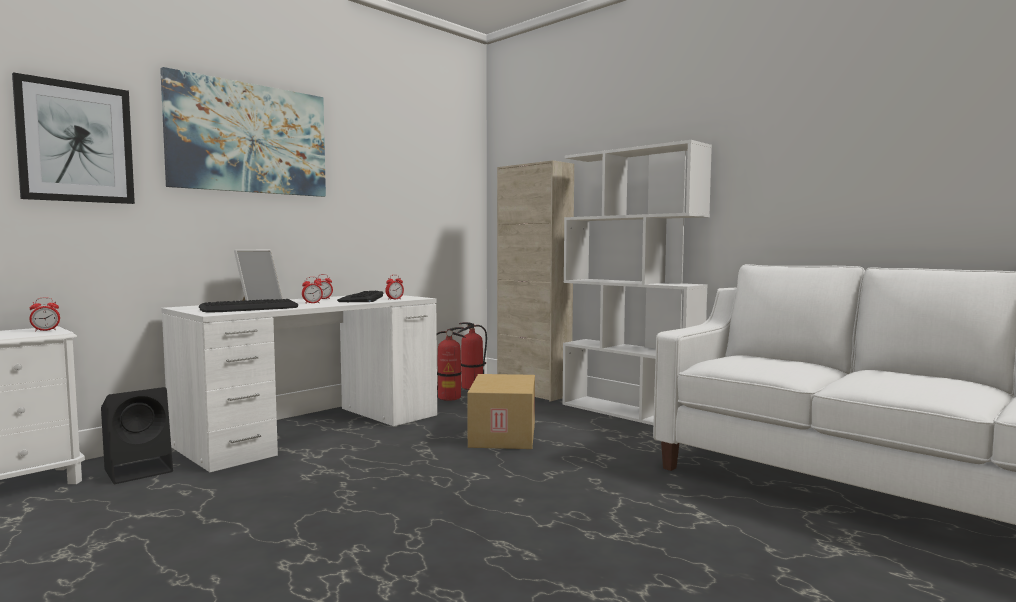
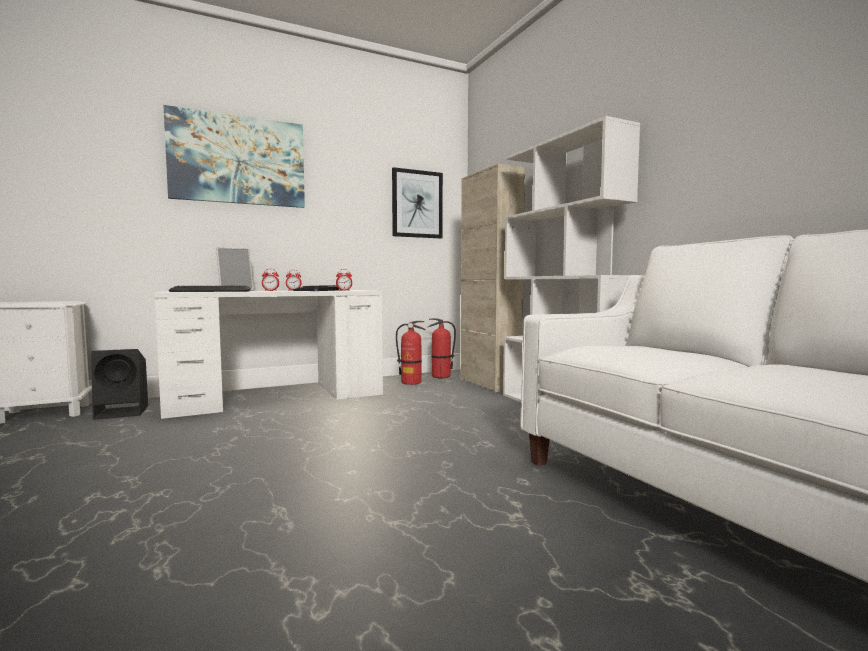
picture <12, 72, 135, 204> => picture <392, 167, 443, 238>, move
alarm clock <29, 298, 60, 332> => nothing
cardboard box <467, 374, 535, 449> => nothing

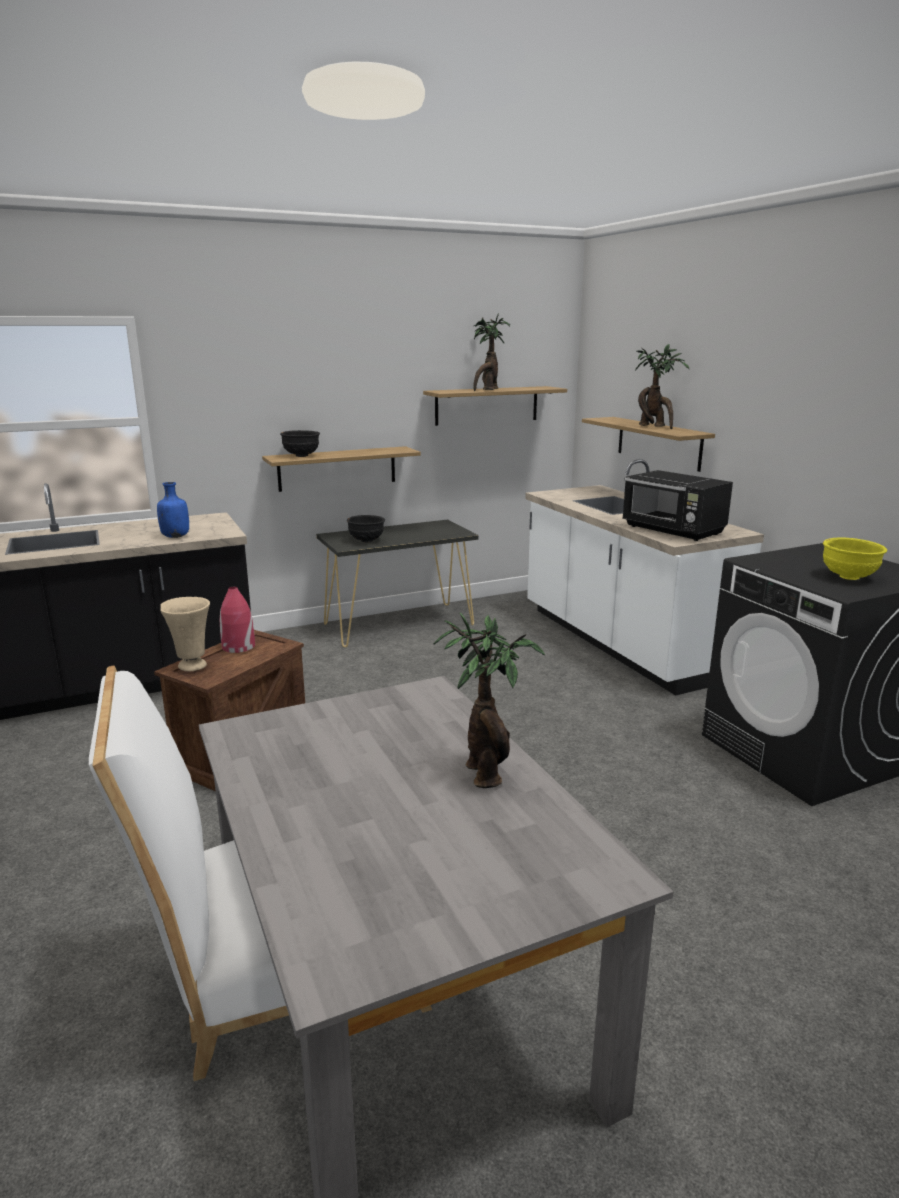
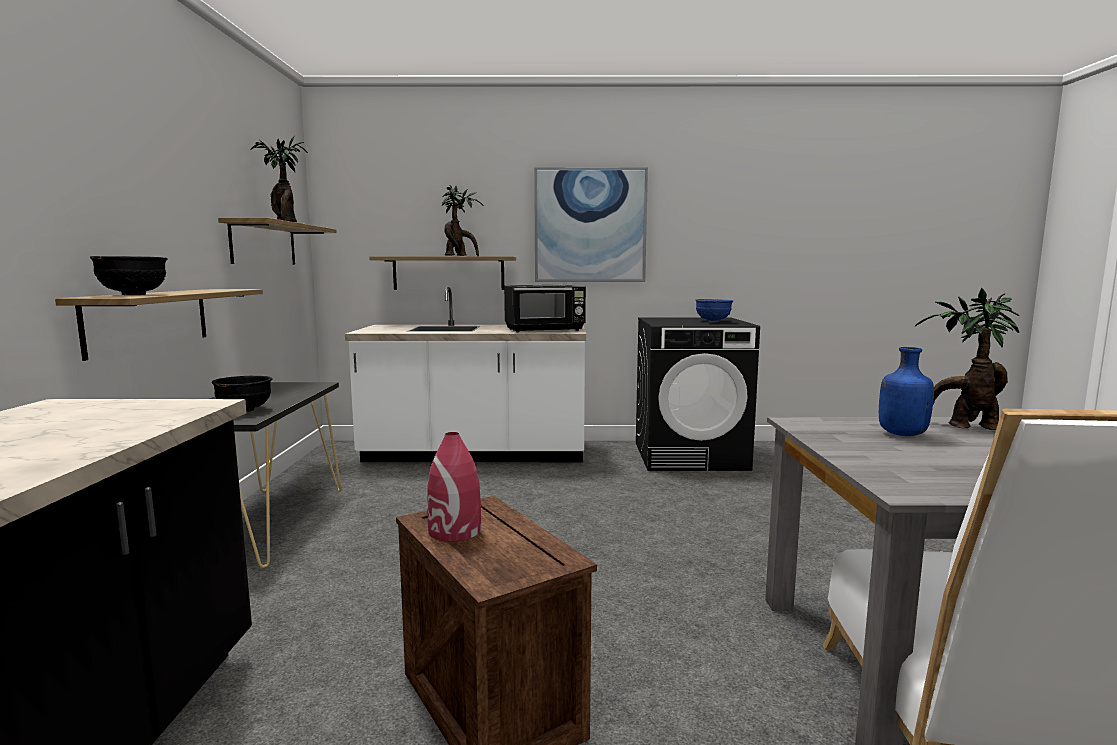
nothing => picture <534, 167, 648, 282>
yellow bowl <823, 537, 887, 580> => blue bowl <695, 299, 733, 322>
blue bottle <157, 482, 189, 538> => blue bottle <879, 347, 934, 436>, move
beige vase <160, 597, 210, 672> => nothing

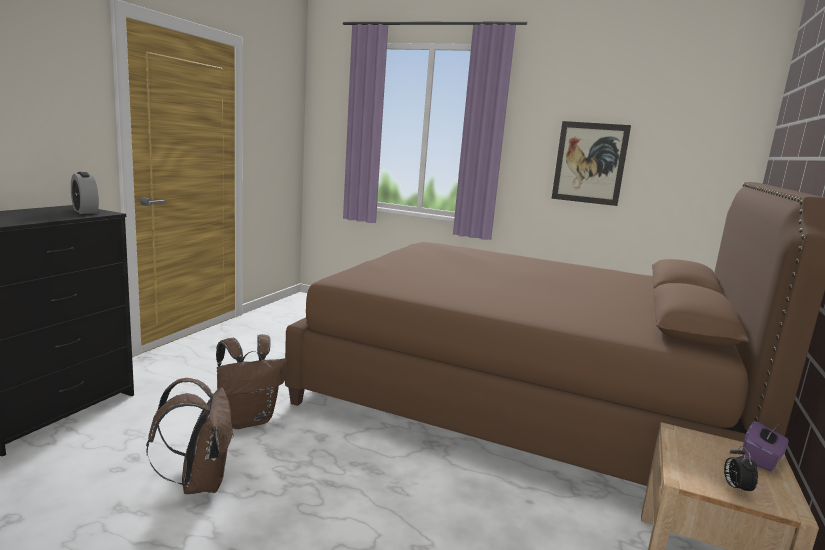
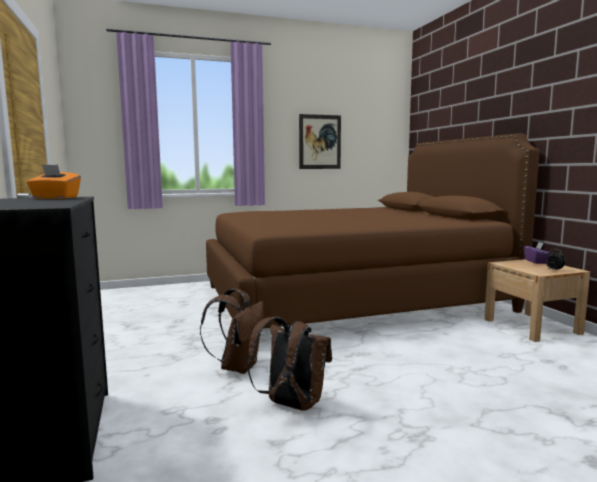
alarm clock <71, 172, 99, 214> => orange tissue box <26, 164, 81, 199>

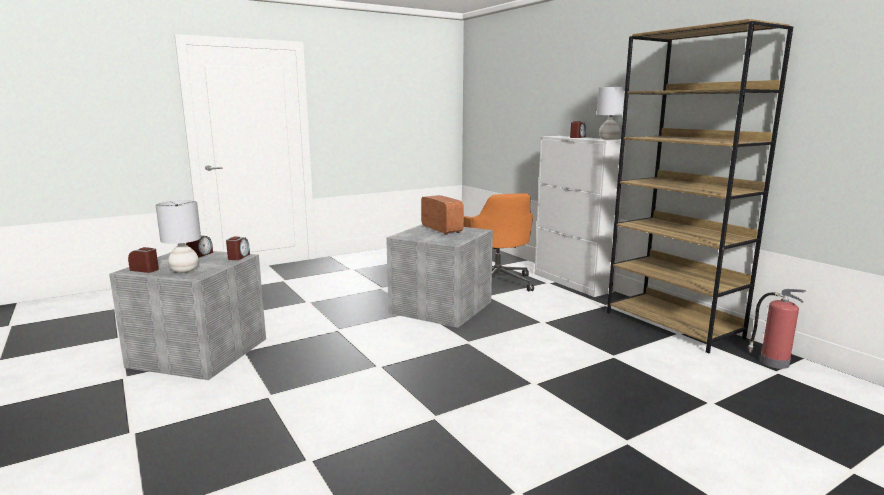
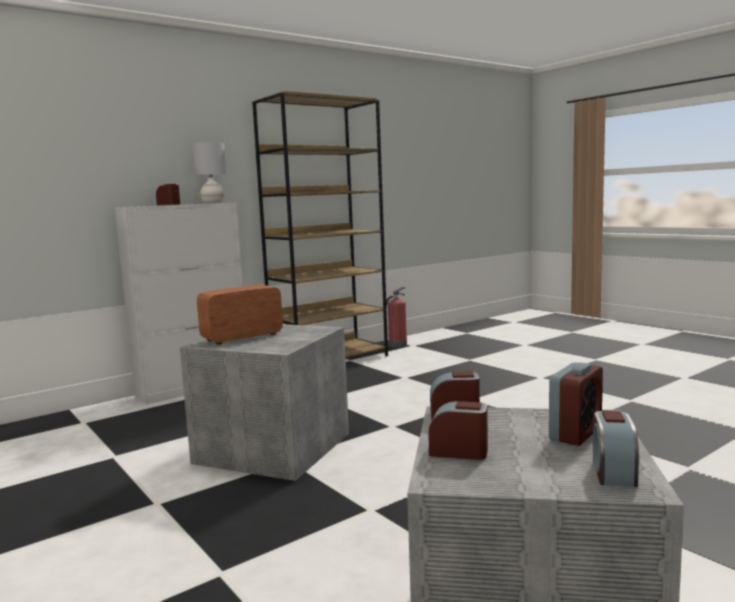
grey table lamp <156, 200, 201, 273> => alarm clock <549, 362, 603, 446>
orange office chair <464, 193, 534, 291> => nothing

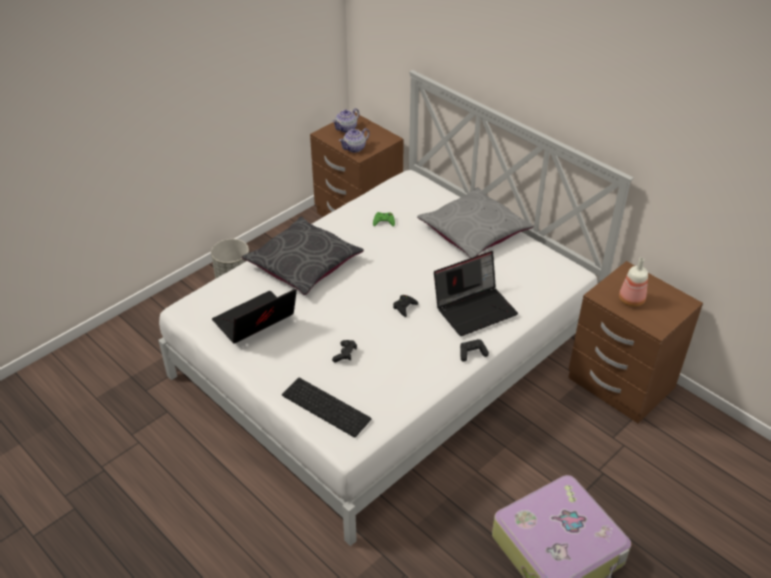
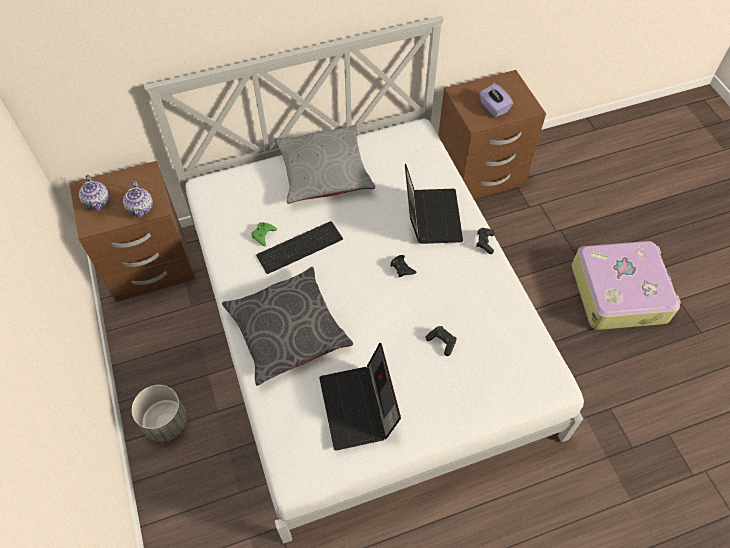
keyboard <282, 378, 371, 438> => keyboard <256, 221, 343, 274>, move
bottle <619, 258, 648, 307> => purple tissue box <479, 83, 513, 118>

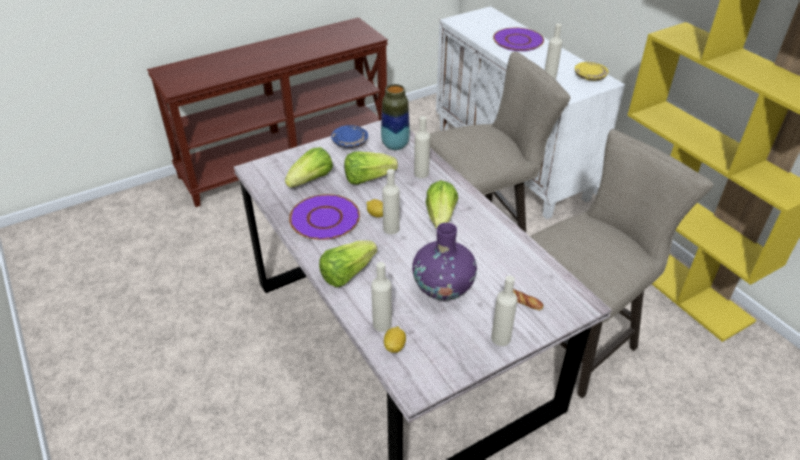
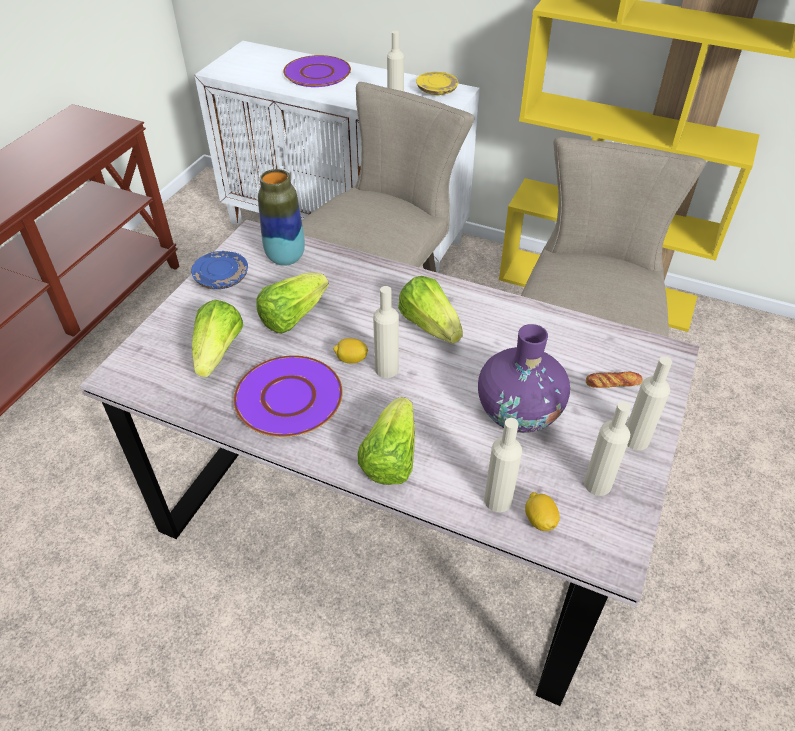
beige bottle <414, 116, 430, 178> => beige bottle <584, 401, 631, 496>, move

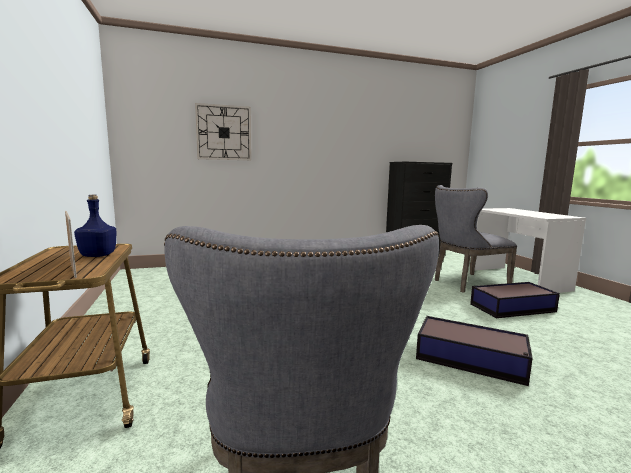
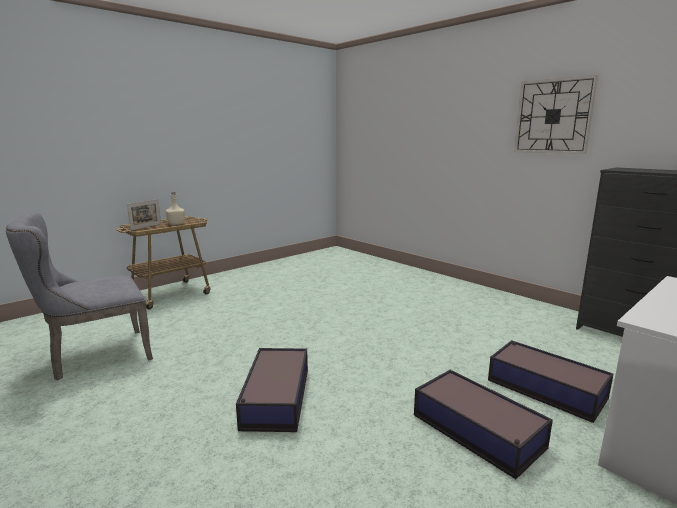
blue bottle <74, 195, 117, 257> => beige bottle <166, 192, 185, 225>
grey chair <435, 185, 517, 293> => storage box <488, 340, 613, 423>
wall clock <195, 103, 251, 160> => wall clock <514, 75, 598, 154>, move

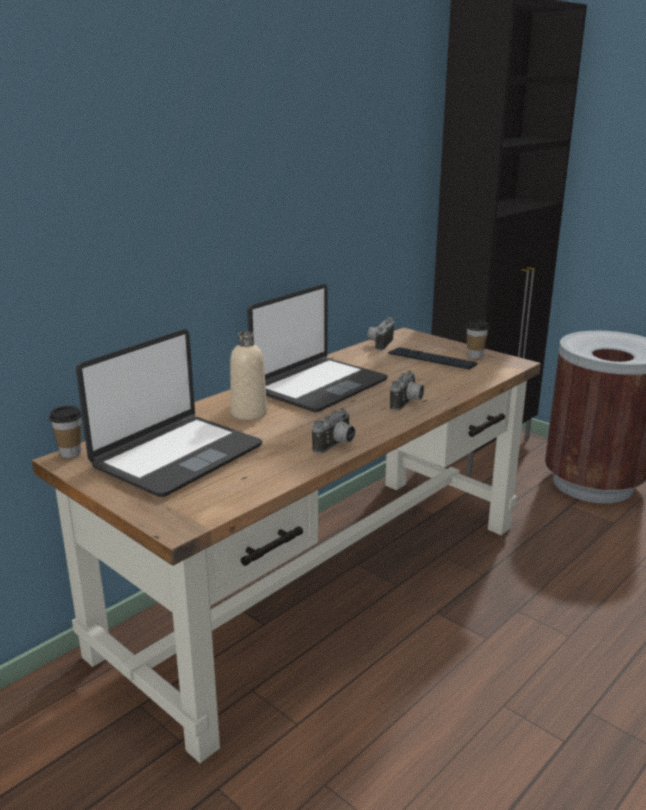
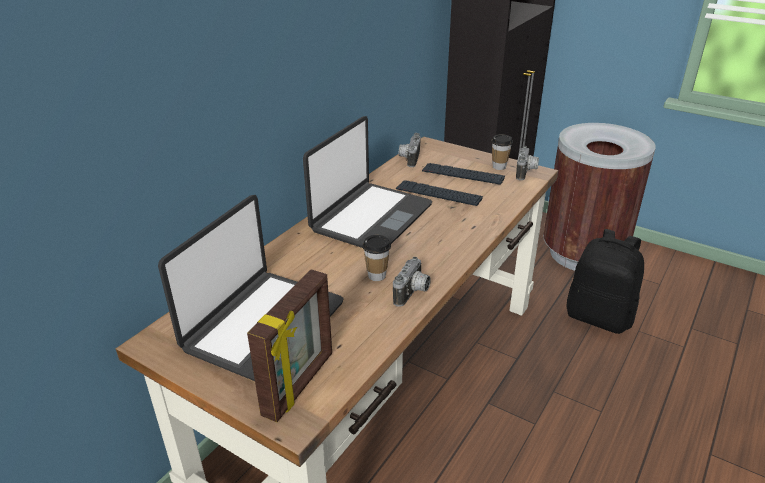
nothing => picture frame <247, 269, 332, 422>
cup <49, 406, 82, 458> => cup <362, 235, 391, 281>, move
nothing => keyboard <396, 180, 483, 206>
photo camera <390, 371, 424, 411> => photo camera <516, 146, 539, 180>, move
nothing => black backpack <566, 229, 644, 334>
beige bottle <230, 332, 267, 420> => nothing

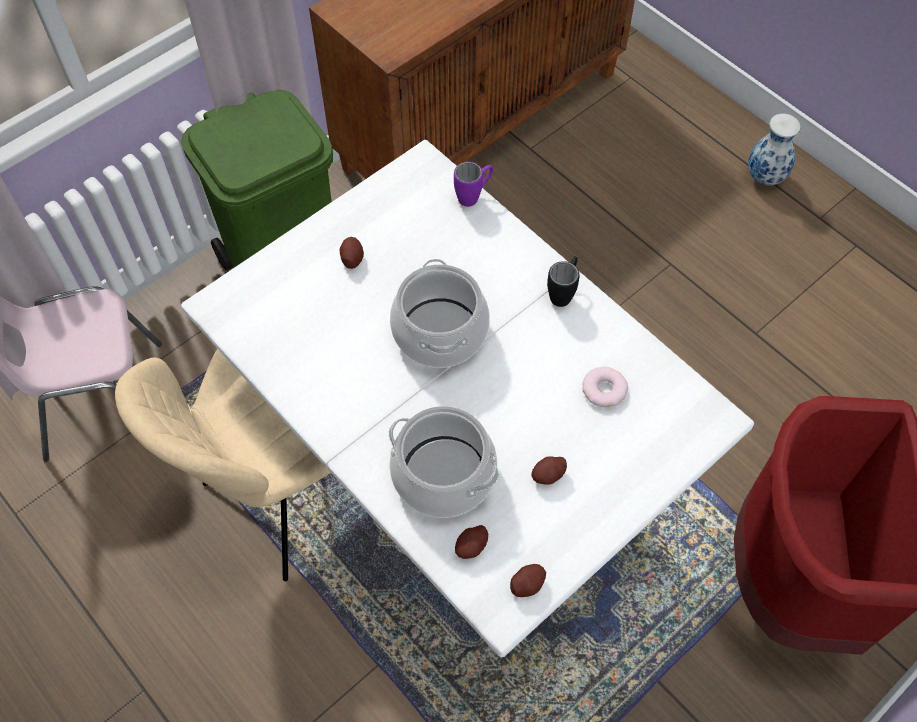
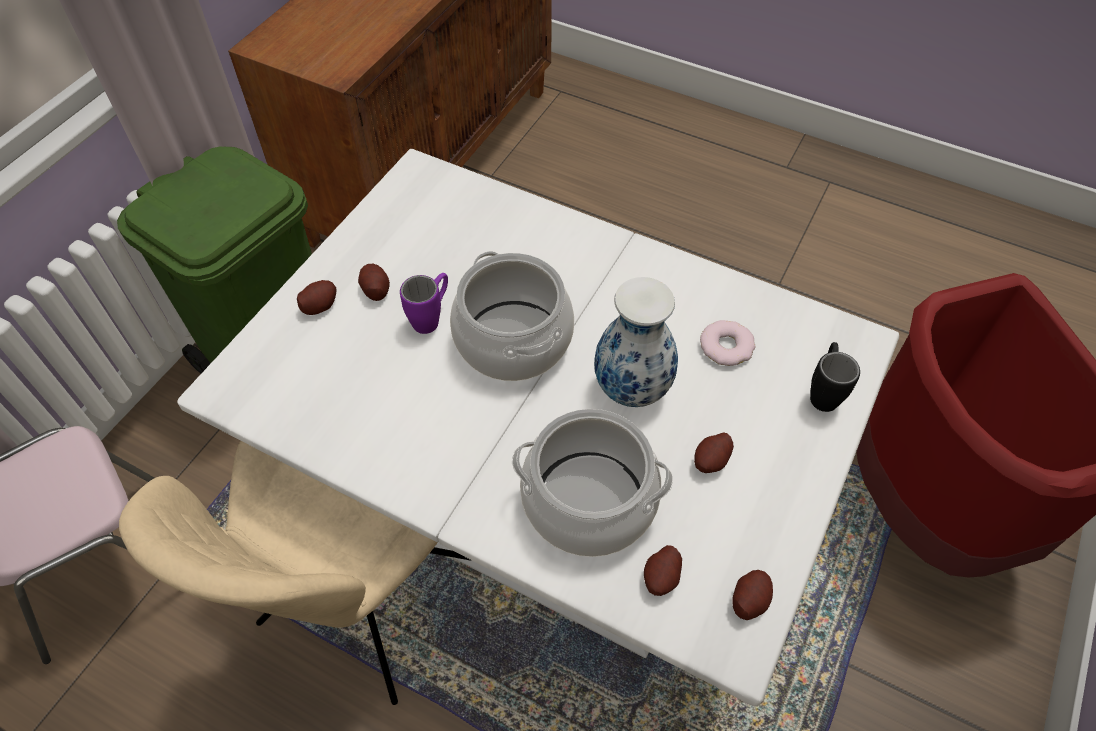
nothing => potato <297, 280, 337, 315>
purple mug <454, 162, 493, 207> => purple mug <400, 273, 448, 334>, move
vase <748, 114, 800, 185> => vase <594, 277, 678, 407>, move
black mug <547, 256, 579, 307> => black mug <810, 342, 860, 412>, move

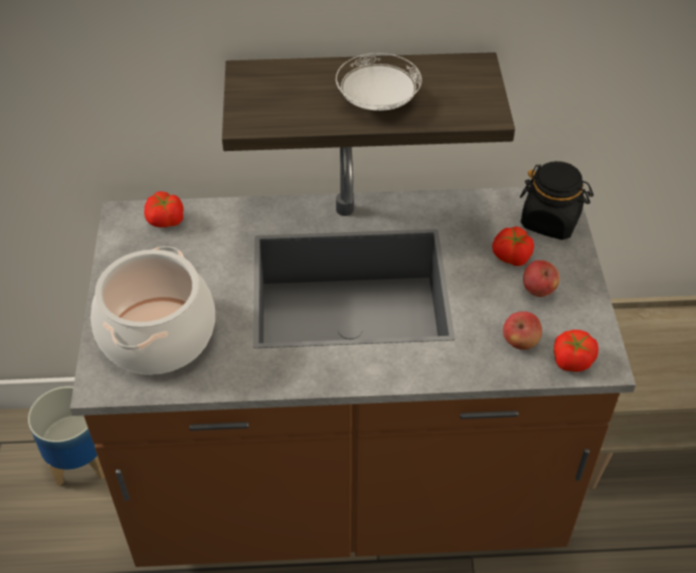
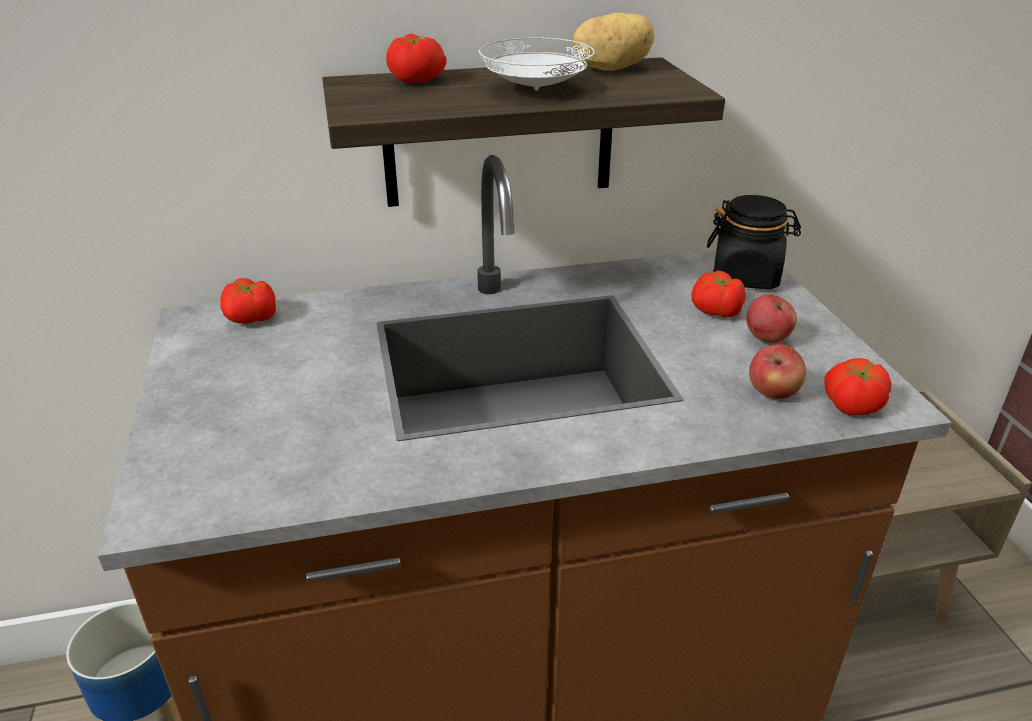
nothing => tomato <386, 34, 447, 84>
nothing => potato <572, 13, 654, 71>
cooking pot <90, 246, 215, 375> => nothing

